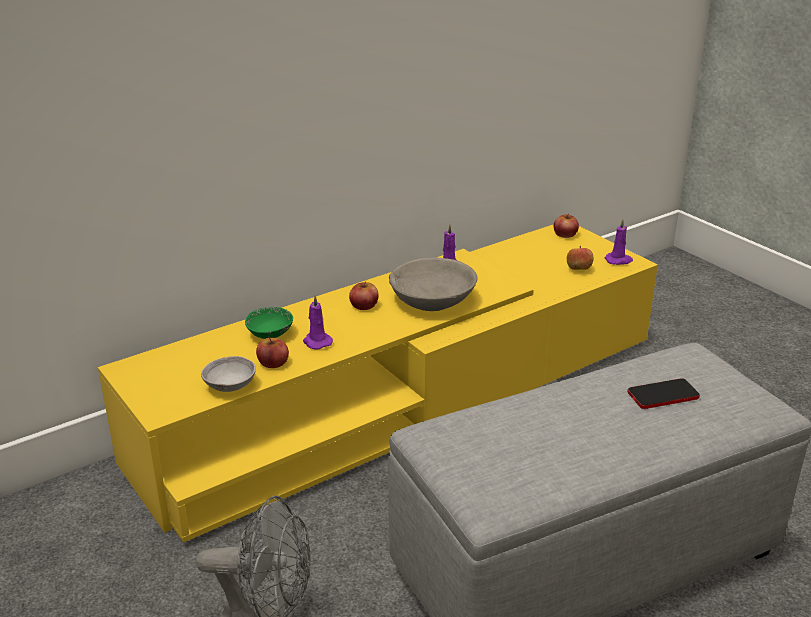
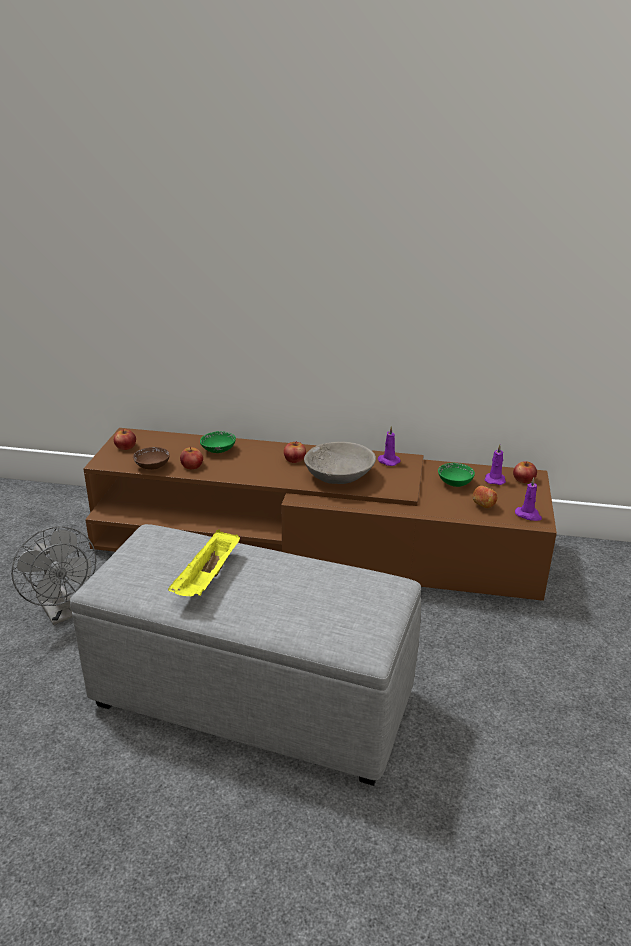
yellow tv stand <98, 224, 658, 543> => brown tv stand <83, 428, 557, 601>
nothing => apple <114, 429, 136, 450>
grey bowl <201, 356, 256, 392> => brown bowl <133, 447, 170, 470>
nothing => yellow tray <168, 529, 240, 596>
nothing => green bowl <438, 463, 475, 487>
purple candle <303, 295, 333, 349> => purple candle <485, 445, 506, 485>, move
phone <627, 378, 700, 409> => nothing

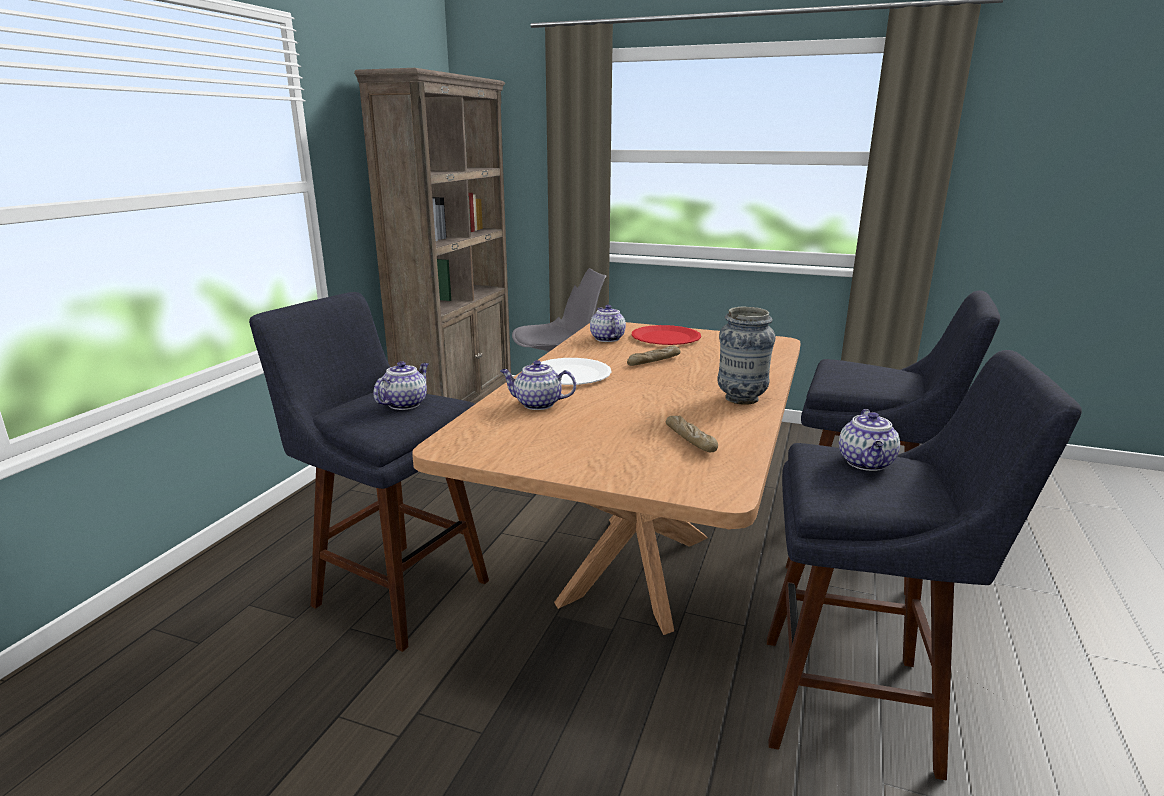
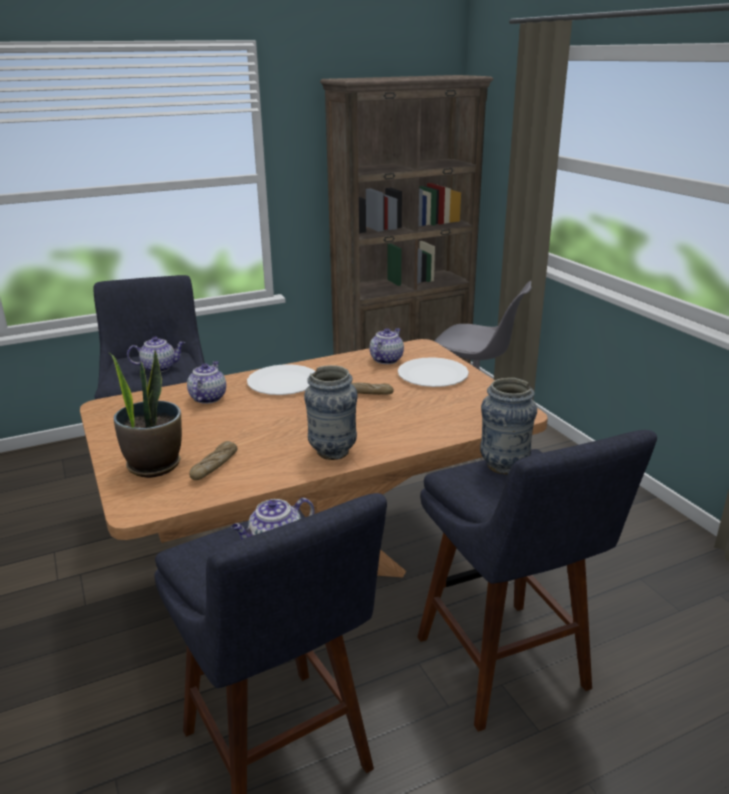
nothing => potted plant <109, 350, 182, 478>
teapot <500, 360, 576, 410> => teapot <187, 361, 226, 404>, 45 degrees clockwise
red plate <632, 325, 701, 345> => white plate <398, 357, 469, 387>
nothing => vase <480, 378, 537, 474>

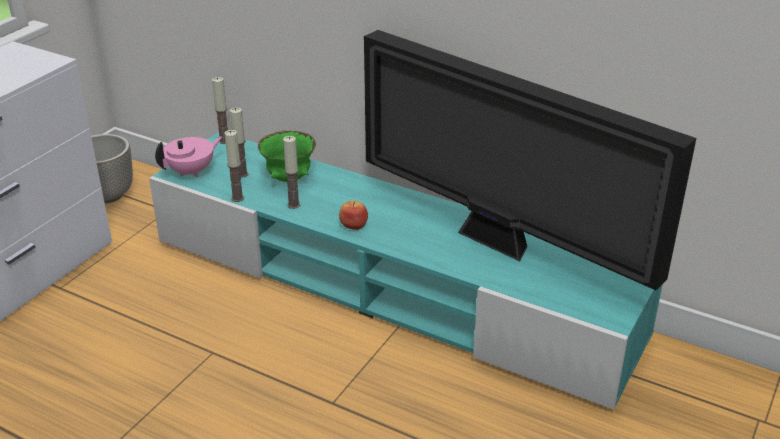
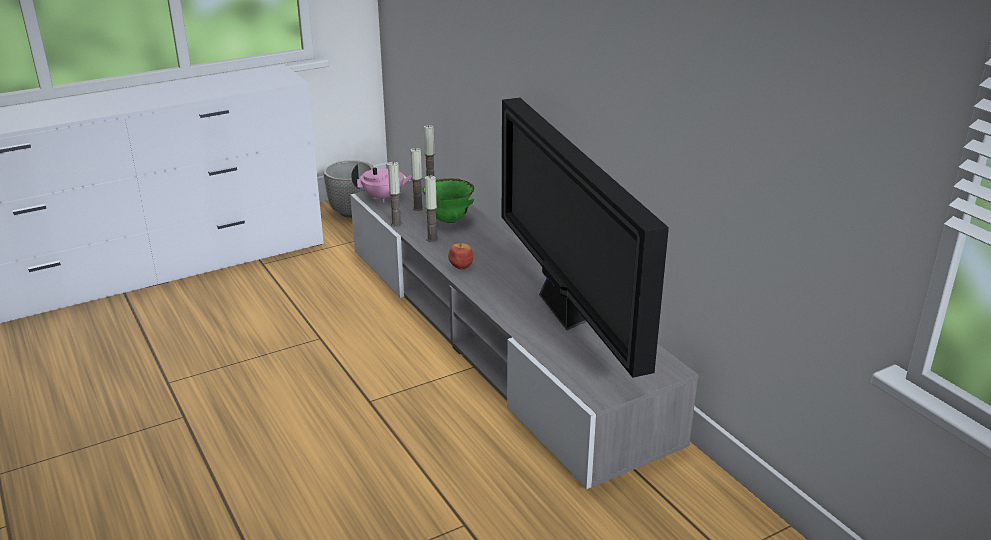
turquoise tv stand <149, 132, 663, 410> => grey tv stand <350, 177, 699, 489>

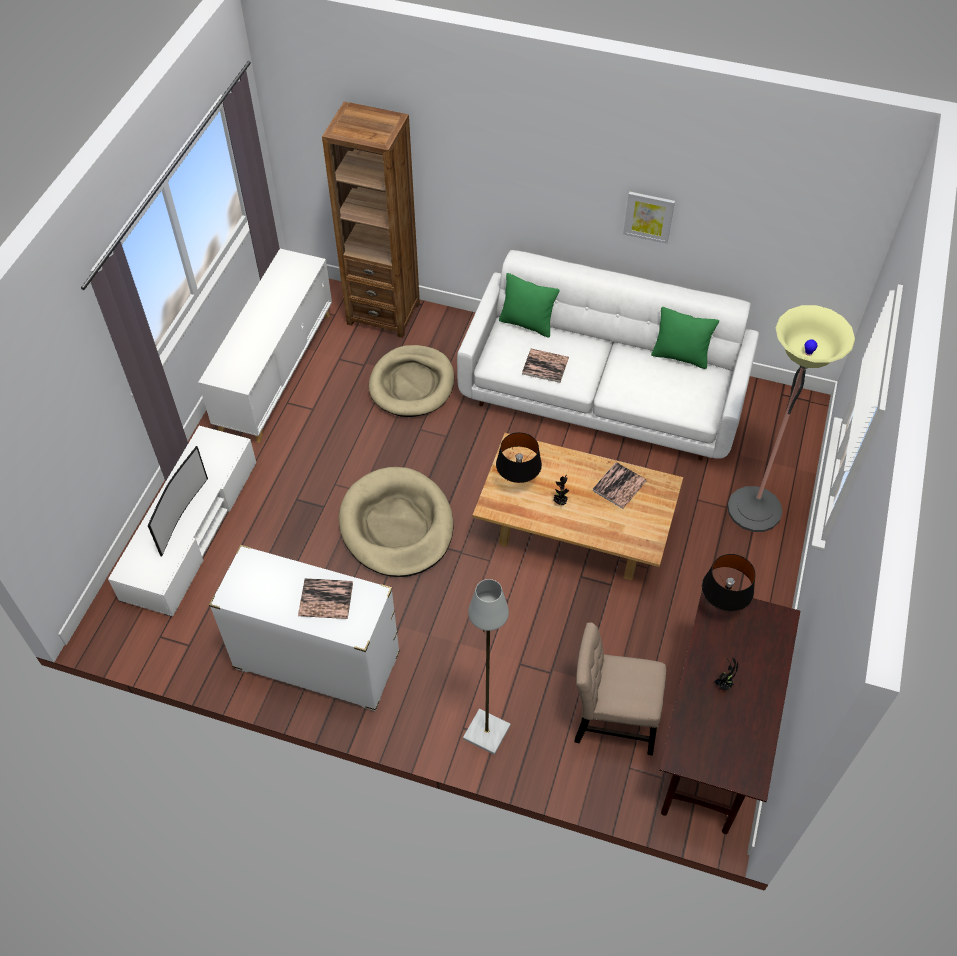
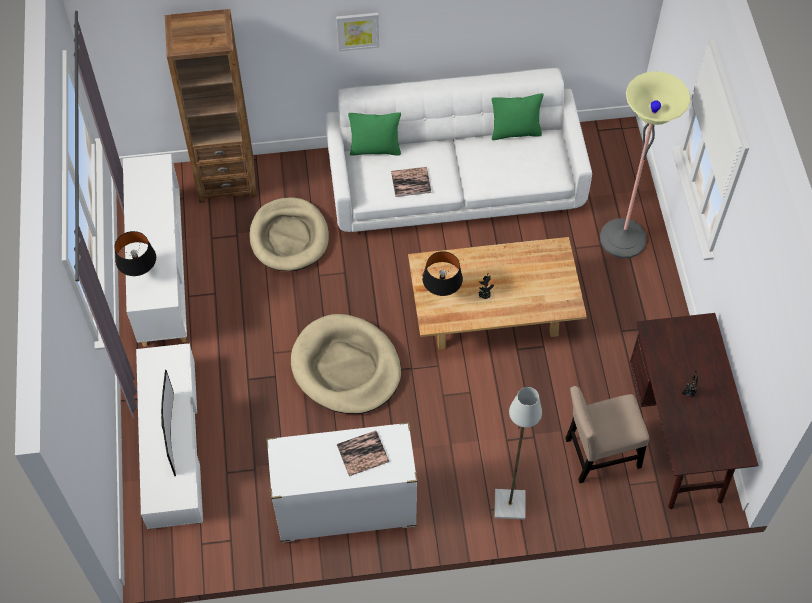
black table lamp <702, 554, 756, 612> => black table lamp <115, 231, 156, 276>, move
picture <623, 192, 675, 244> => picture <336, 13, 379, 51>, move
book <592, 462, 647, 509> => nothing

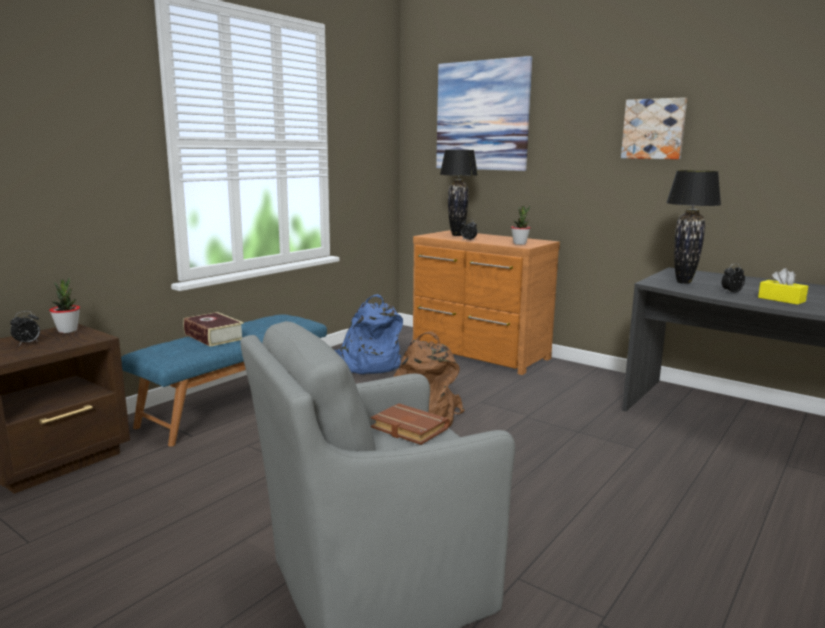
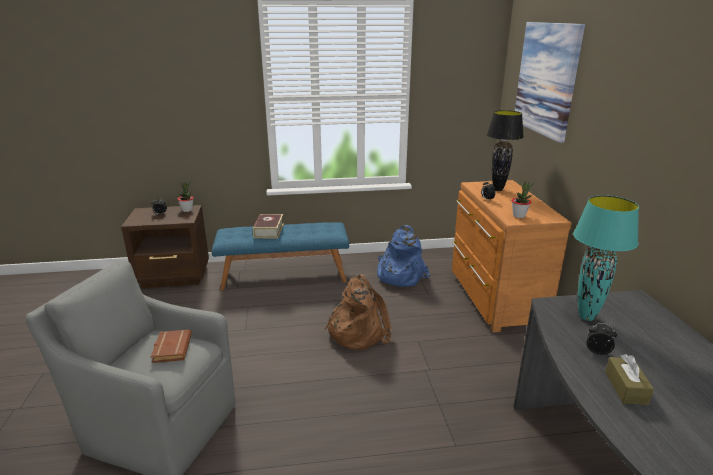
black table lamp <666, 170, 721, 284> => turquoise table lamp <573, 195, 639, 321>
yellow tissue box <758, 268, 808, 305> => brown tissue box <605, 354, 654, 405>
picture <621, 97, 687, 159> => nothing

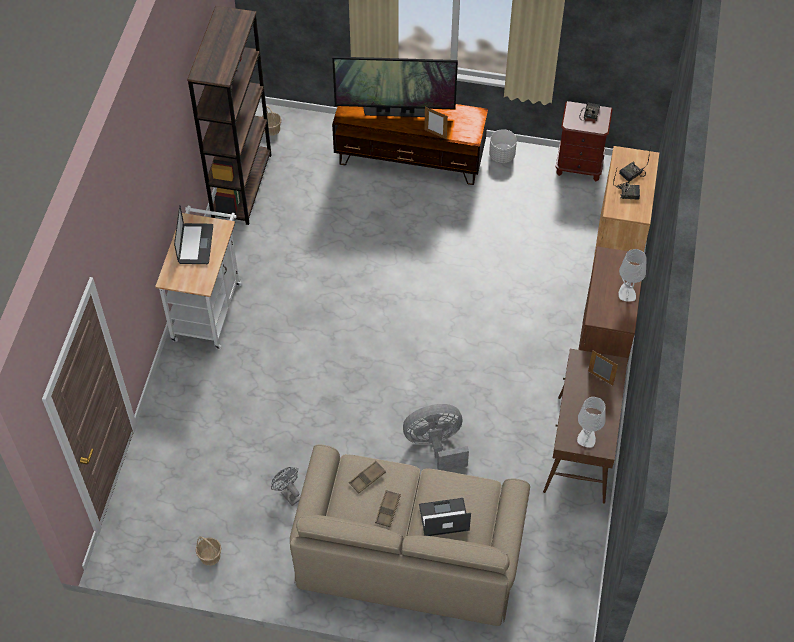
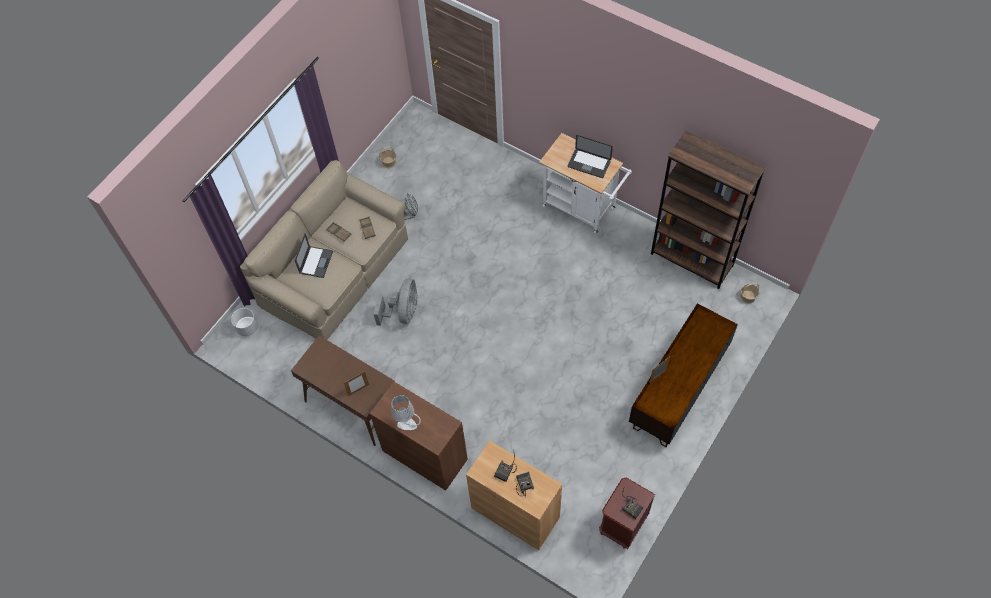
white planter <489, 129, 517, 163> => white planter <231, 308, 258, 336>, move
television <332, 56, 458, 117> => nothing
grey table lamp <577, 397, 606, 448> => nothing

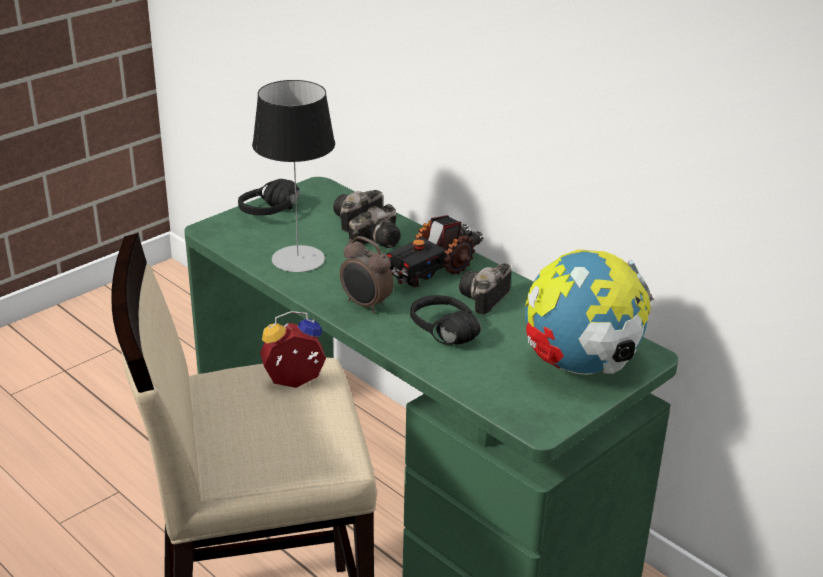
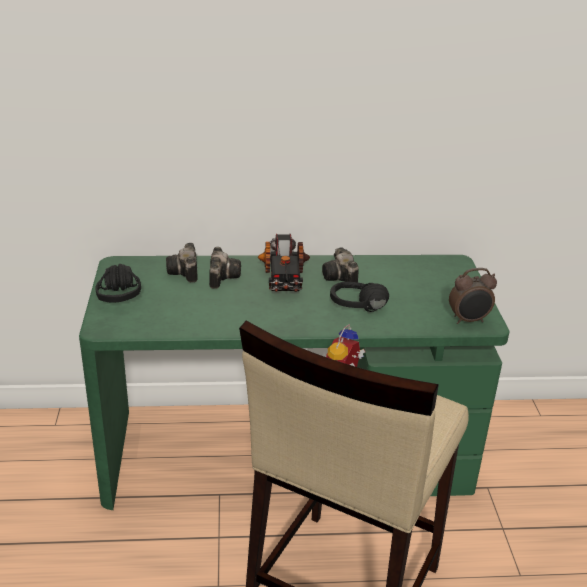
alarm clock <340, 236, 394, 313> => alarm clock <449, 268, 497, 324>, move
table lamp <252, 80, 335, 272> => nothing
globe <525, 249, 653, 375> => nothing

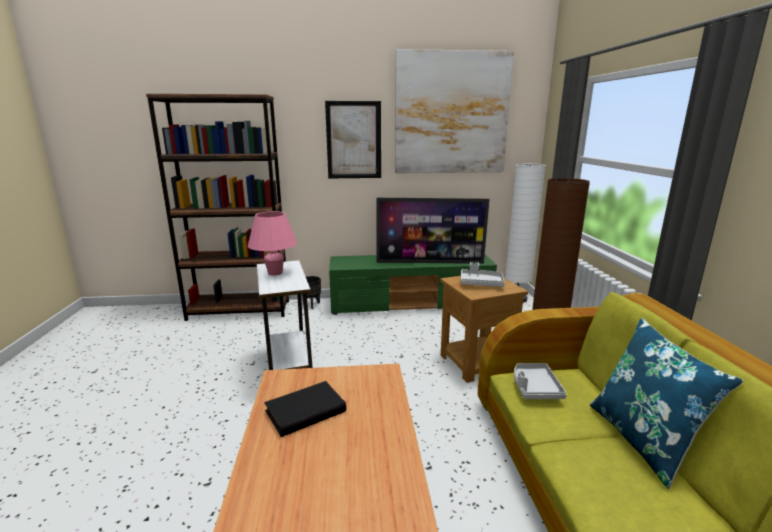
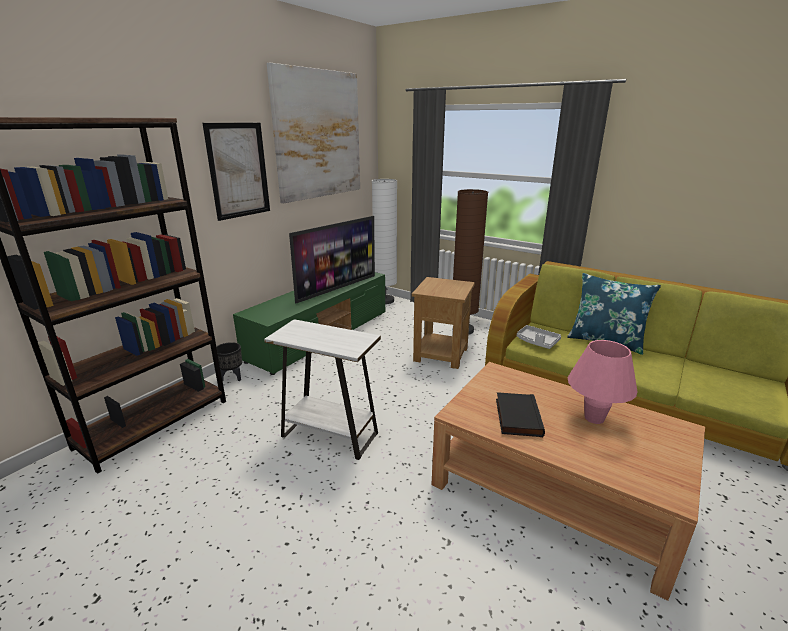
pink table lamp <248, 211, 297, 276> => pink table lamp <568, 340, 637, 424>, move
grey tray <461, 262, 505, 287> => nothing

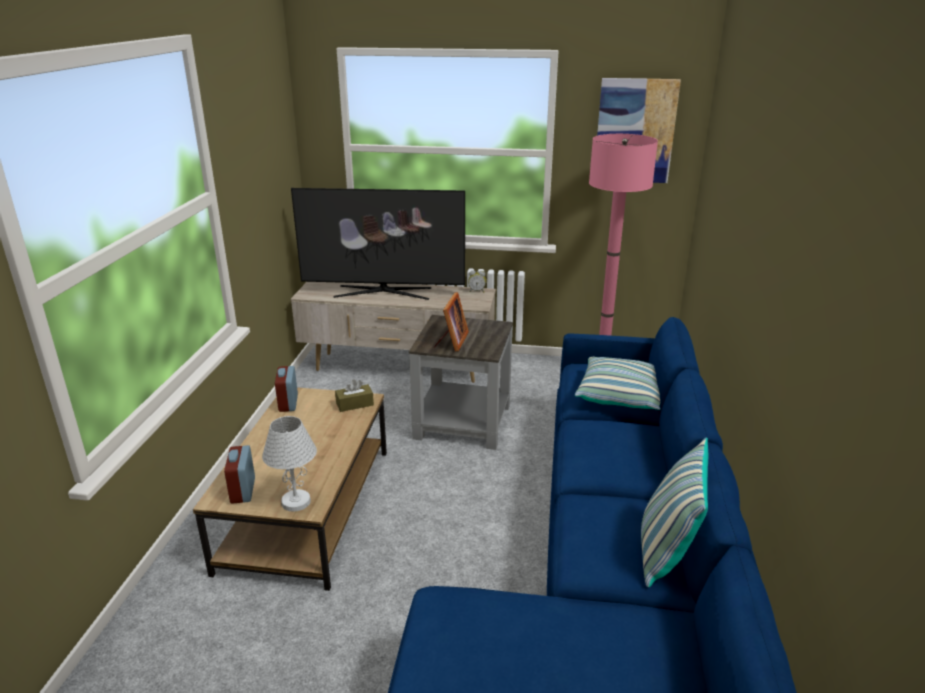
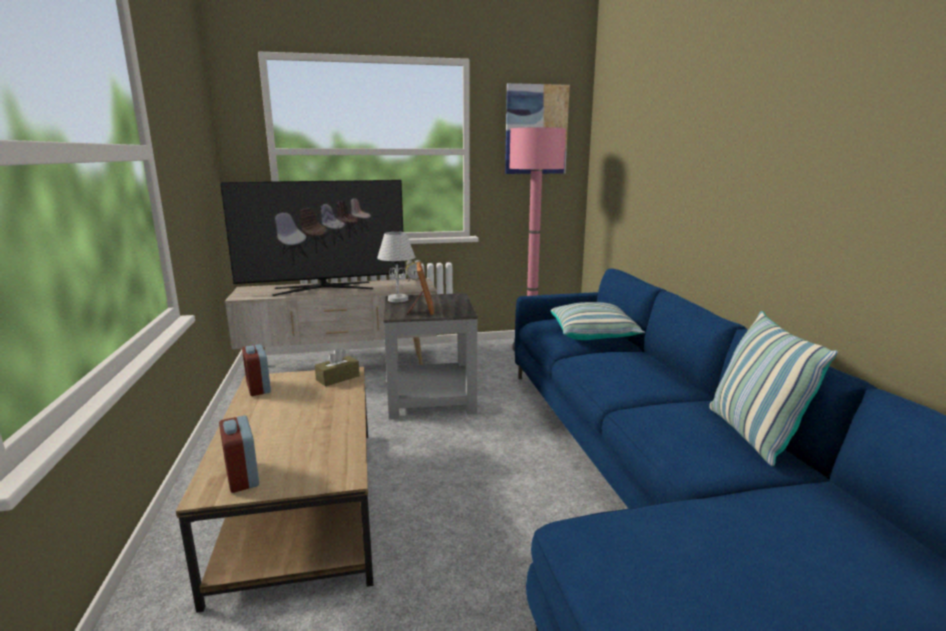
white table lamp <262, 416, 317, 511> => white table lamp <377, 232, 415, 302>, move

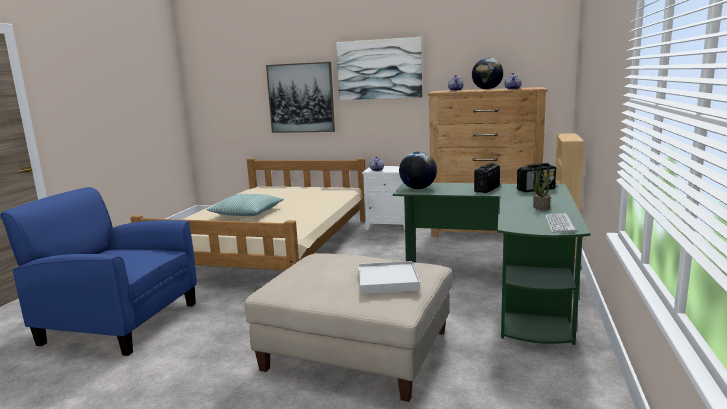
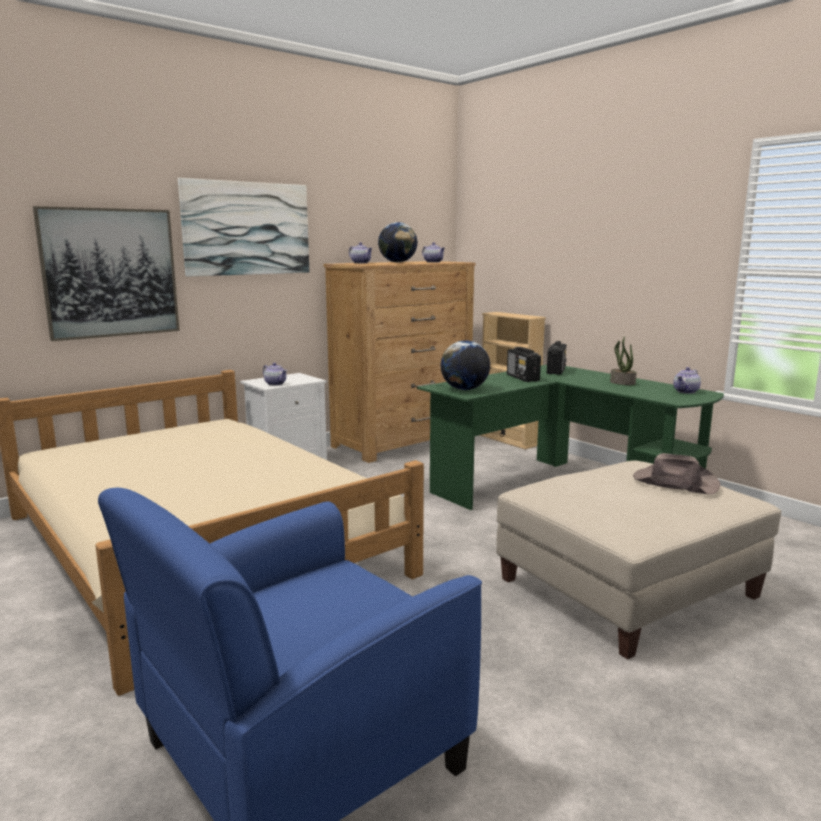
white tray <358, 261, 420, 294> => brown hat <633, 453, 720, 494>
keyboard <545, 213, 575, 232> => teapot <673, 367, 701, 394>
pillow <206, 194, 284, 216> => nothing

